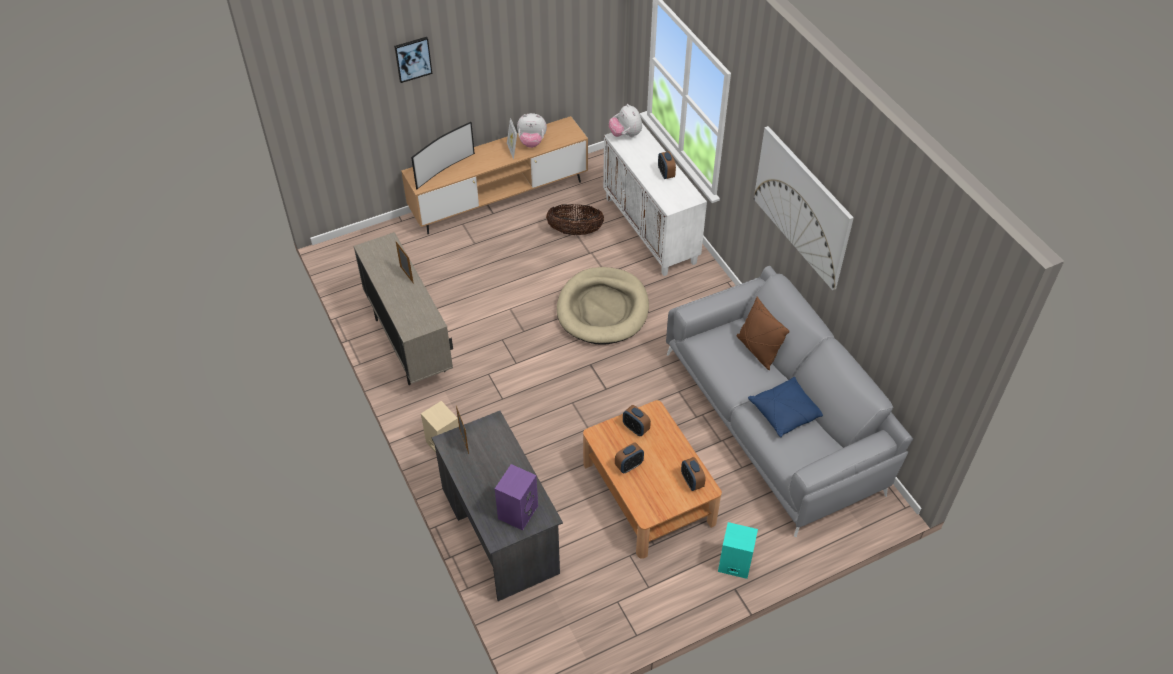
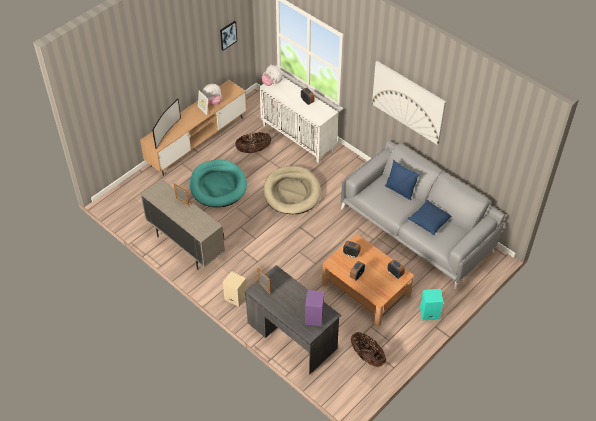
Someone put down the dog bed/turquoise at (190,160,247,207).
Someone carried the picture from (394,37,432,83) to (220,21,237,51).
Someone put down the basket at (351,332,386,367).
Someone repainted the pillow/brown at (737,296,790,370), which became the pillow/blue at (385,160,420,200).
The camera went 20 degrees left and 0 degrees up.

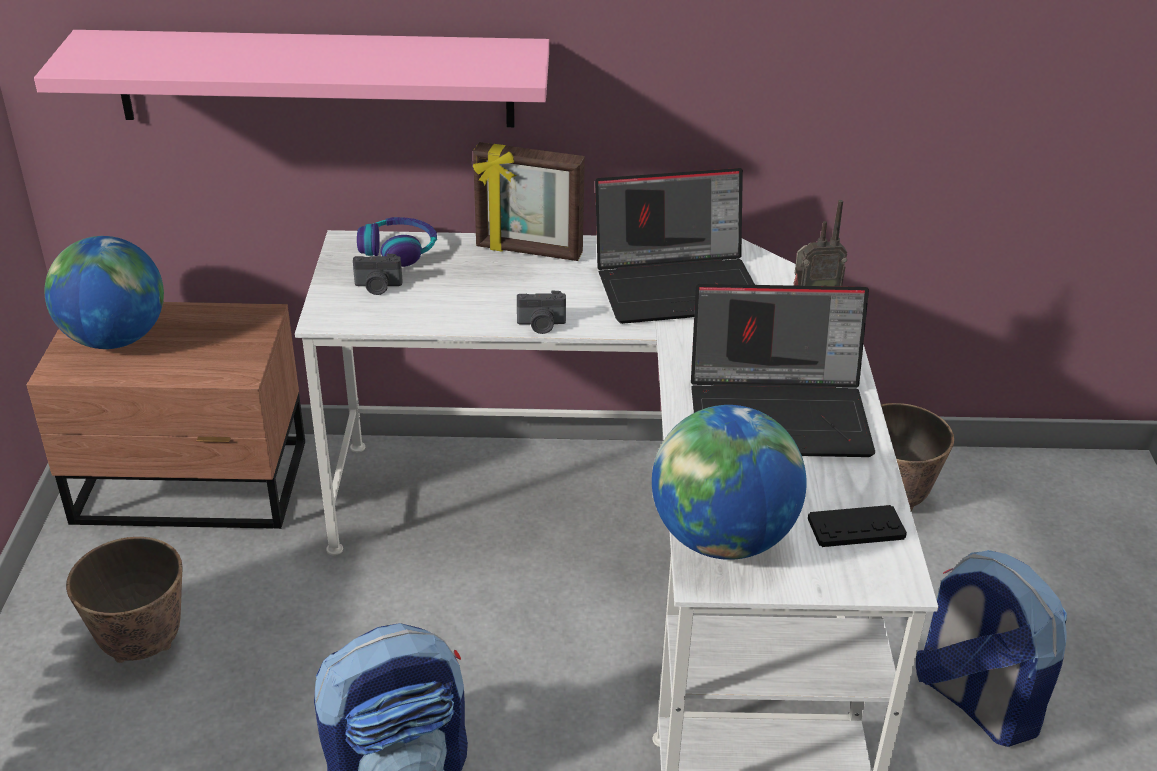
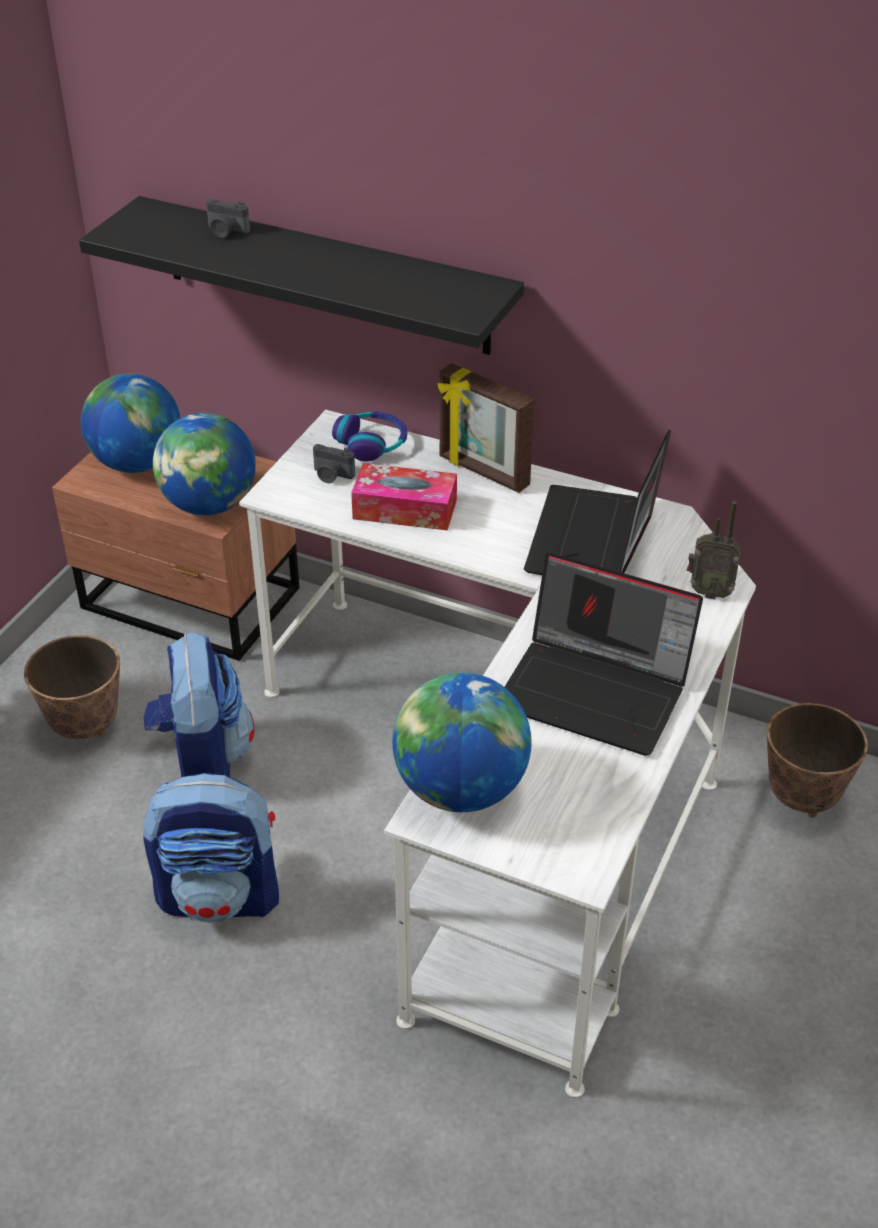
Someone repainted the shelf/pink at (34,30,549,127), which became the shelf/black at (79,196,524,355).
Someone carried the backpack from (916,550,1067,747) to (143,633,254,777).
Someone put down the globe at (153,413,256,515).
Someone carried the photo camera from (517,290,566,334) to (206,199,250,238).
Someone put down the tissue box at (351,463,457,531).
Someone rotated the laptop at (595,168,755,324) by 90 degrees clockwise.
Someone took away the game controller/black at (808,505,907,547).
The camera went 25 degrees right and 5 degrees up.

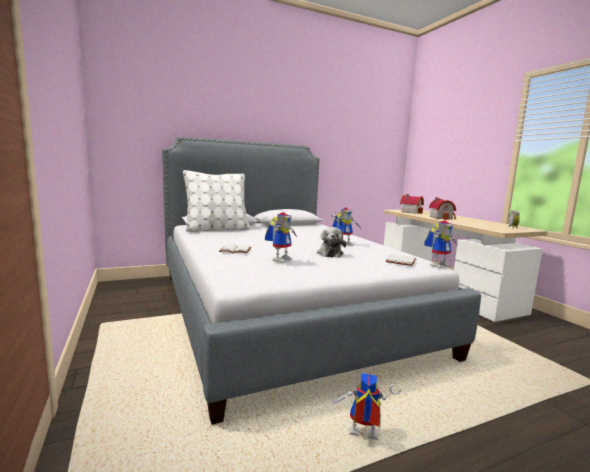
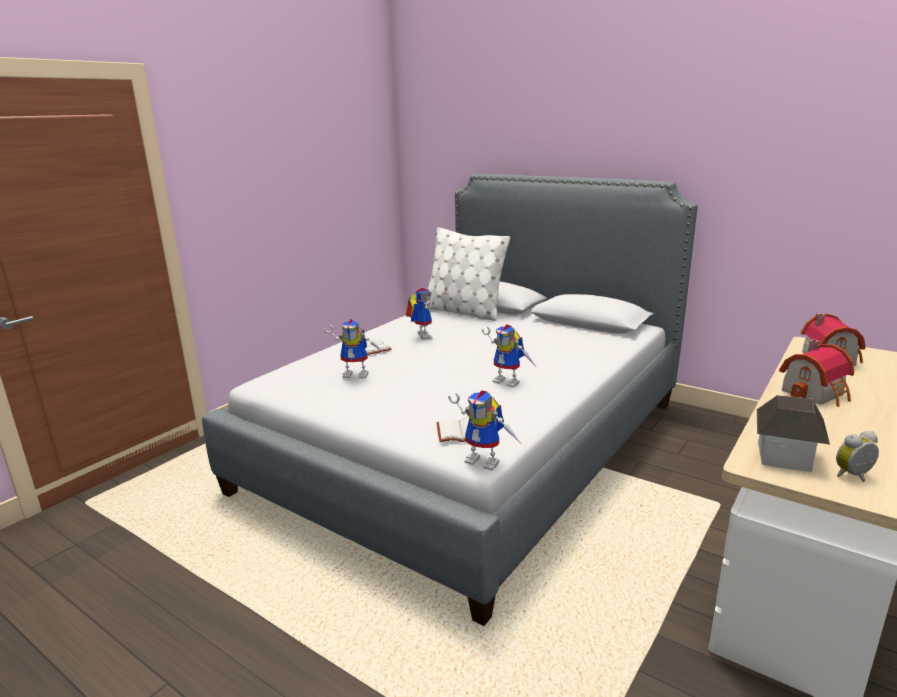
Someone carried the toy robot from (331,373,401,440) to (406,288,433,339).
Someone put down the toy house at (757,395,830,472).
Someone took away the plush toy at (317,227,346,258).
The camera went 60 degrees right and 10 degrees up.

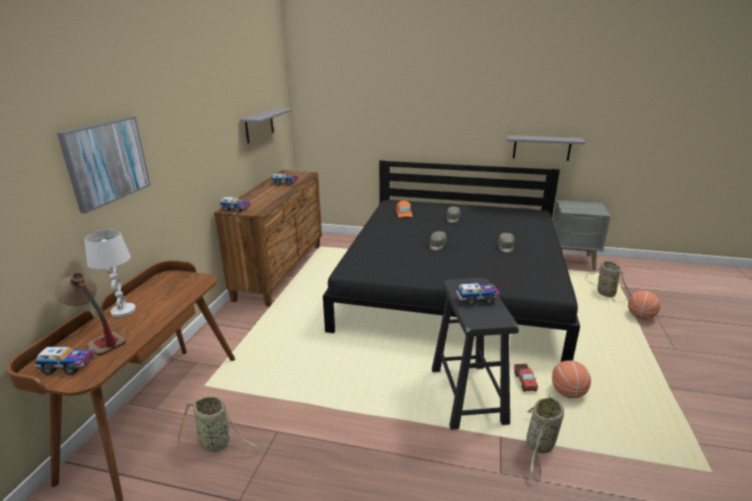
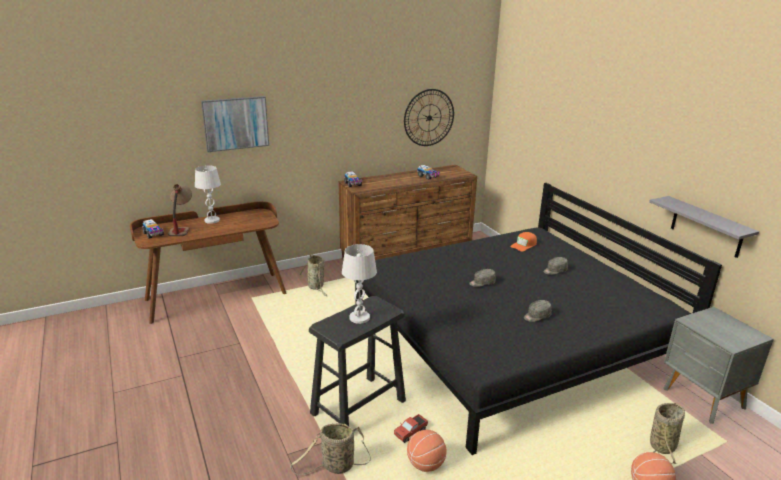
Someone carried the basket from (176,396,259,452) to (300,254,327,296).
Someone swapped the toy truck at (456,283,500,306) for the table lamp/white at (342,244,377,324).
Someone swapped the shelf/grey at (240,108,292,144) for the wall clock at (404,89,454,146).
The camera went 50 degrees right and 0 degrees up.

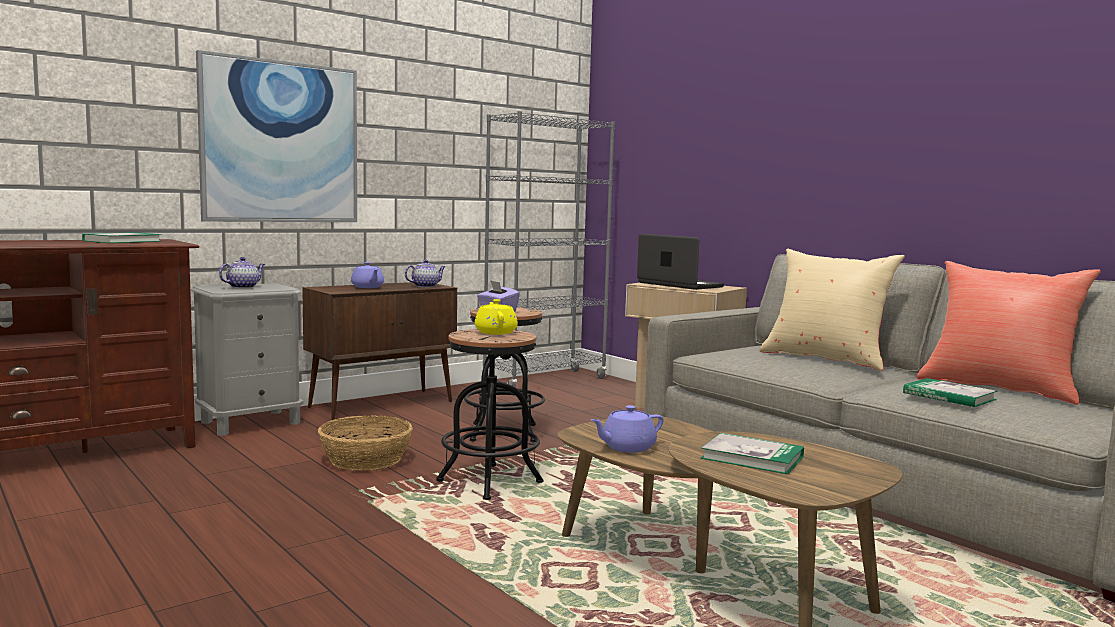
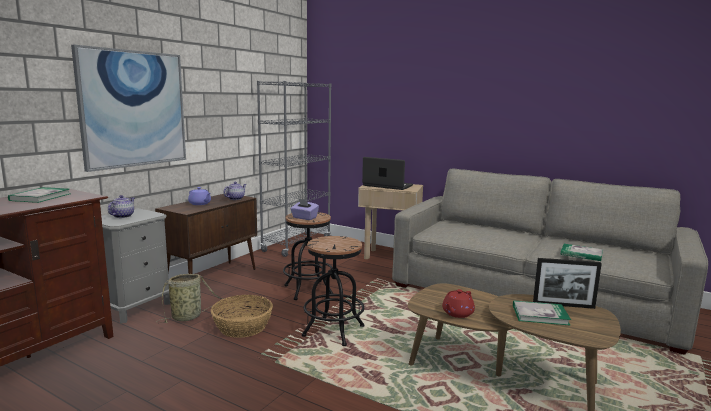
Someone put down the basket at (156,274,224,323).
Someone repainted the teapot/purple at (591,405,663,453), which became the teapot/red at (442,289,475,318).
Someone put down the picture frame at (533,258,602,309).
Someone took away the teapot/yellow at (475,299,518,335).
Someone took away the pillow/beige at (759,249,905,371).
Someone took away the pillow/red at (916,261,1101,405).
The camera went 20 degrees left and 5 degrees up.

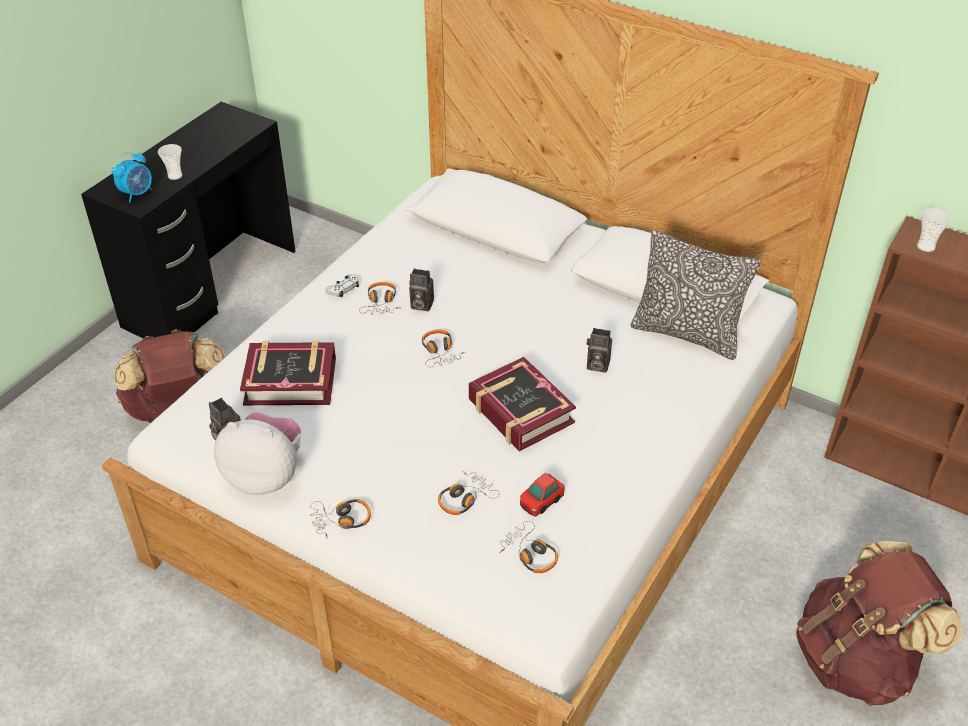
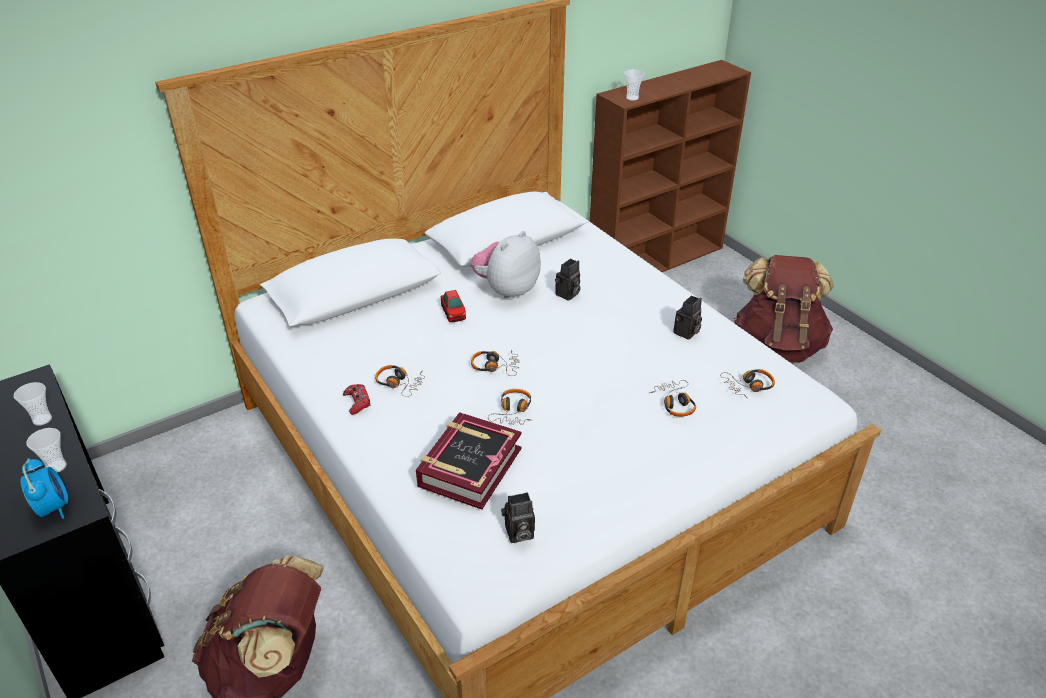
Someone put down the cup at (14,382,52,426).
Someone repainted the game controller/white at (325,274,359,297), which became the game controller/red at (343,384,371,415).
Someone carried the toy car from (520,473,565,517) to (441,290,466,322).
Someone carried the plush toy from (214,412,301,495) to (470,231,541,300).
Someone carried the headphones from (310,499,371,538) to (488,389,531,425).
Someone carried the photo camera from (409,269,434,311) to (673,295,702,340).
Someone took away the book at (469,357,576,451).
Someone took away the pillow at (630,230,761,360).
The camera went 65 degrees left and 5 degrees down.

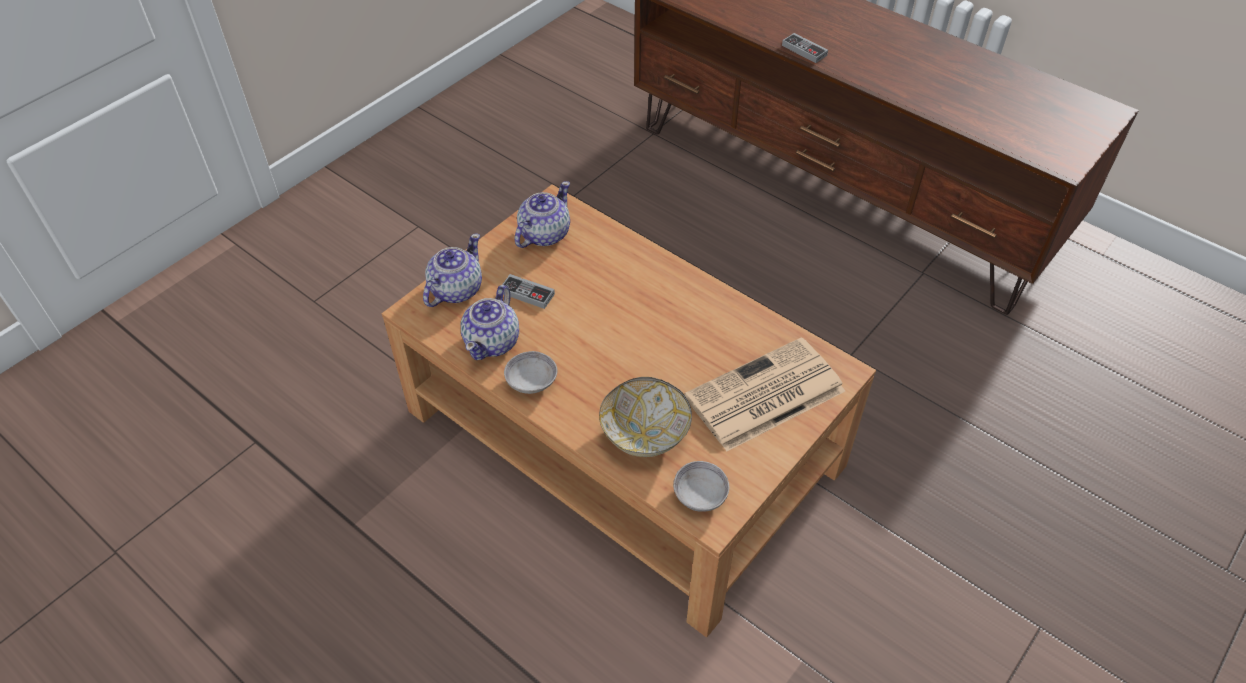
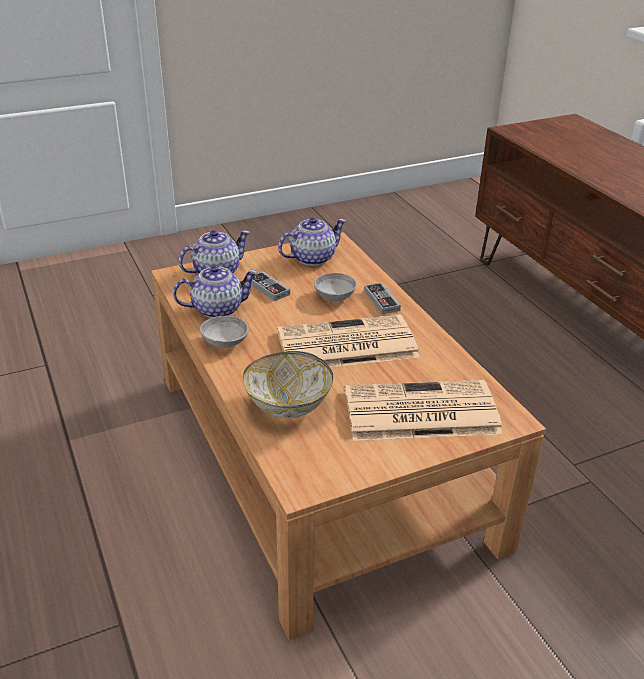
Someone rotated the teapot at (461,285,519,360) by 150 degrees counterclockwise.
Someone put down the newspaper at (277,314,419,367).
Someone carried the bowl/grey from (673,461,730,512) to (314,273,357,301).
Someone carried the game controller from (782,33,828,63) to (364,282,401,314).
The camera went 25 degrees right and 15 degrees down.

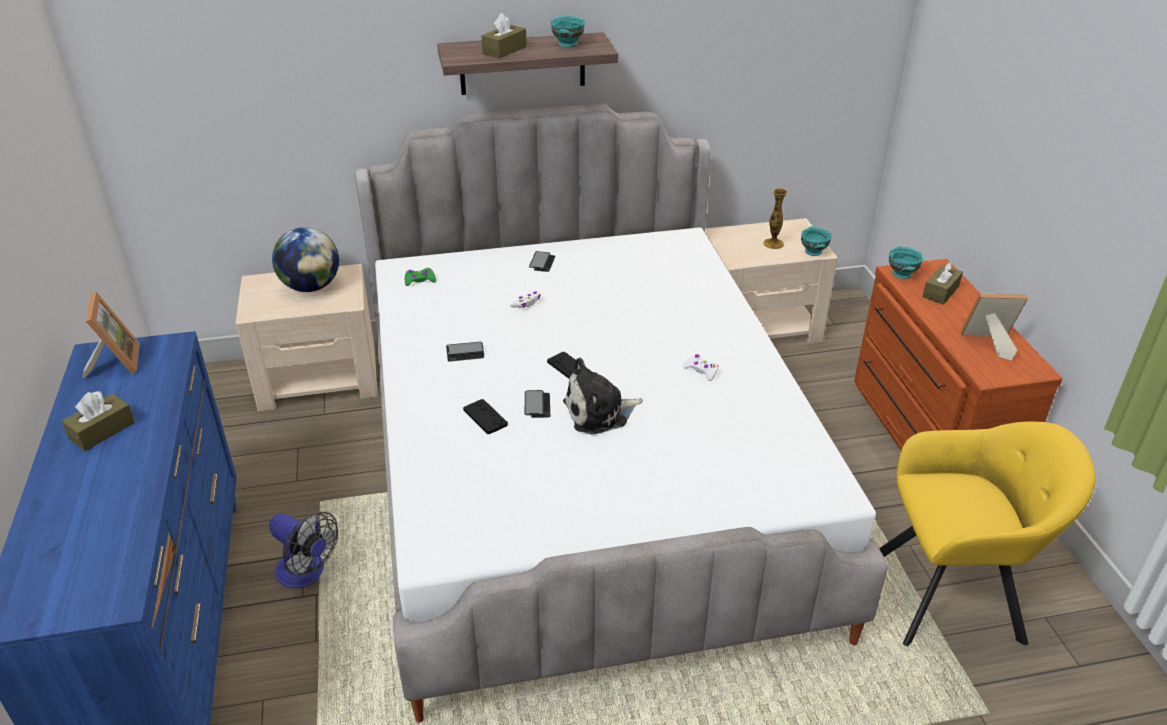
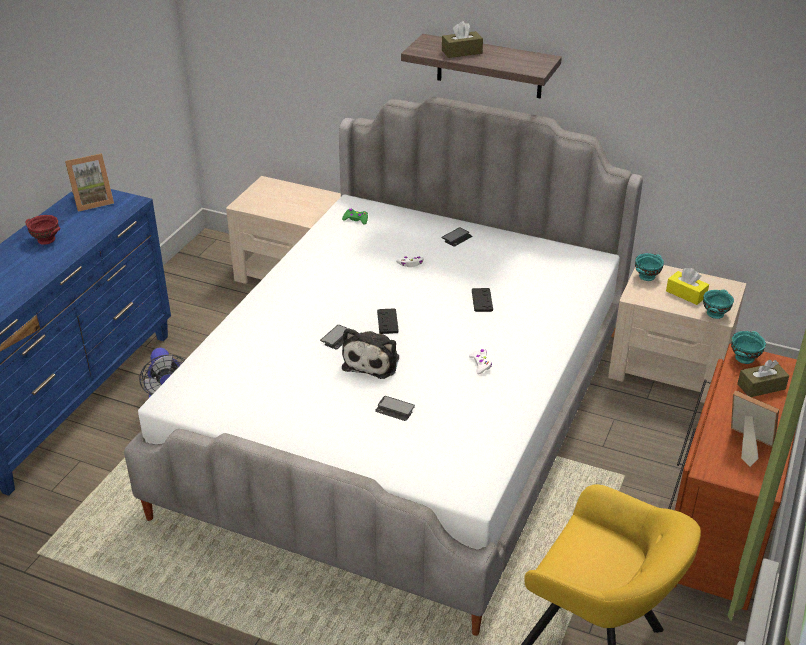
Someone swapped the tissue box/brown at (62,391,135,451) for the bowl/red at (25,215,60,245).
Someone rotated the picture frame at (83,291,140,378) by 45 degrees clockwise.
Someone rotated the plush toy at (563,358,643,435) by 90 degrees counterclockwise.
Someone carried the phone from (446,342,484,362) to (375,396,415,421).
Someone carried the game controller/black from (463,399,508,434) to (472,288,493,312).
Someone carried the bowl/turquoise from (551,16,585,47) to (635,253,664,281).
Someone swapped the vase at (764,188,787,249) for the tissue box/yellow at (666,268,709,305).
Someone took away the globe at (272,227,339,292).
The camera went 35 degrees right and 0 degrees up.

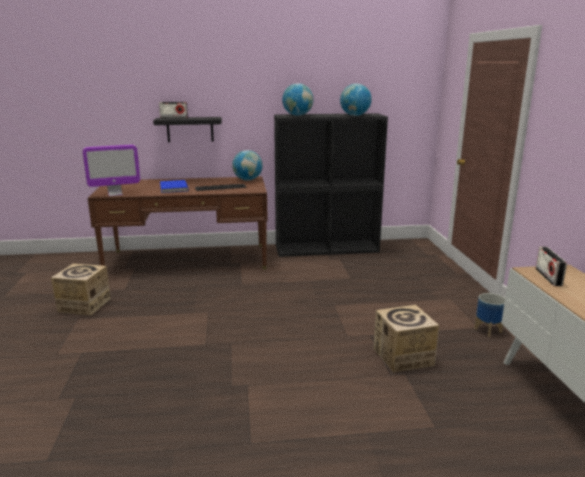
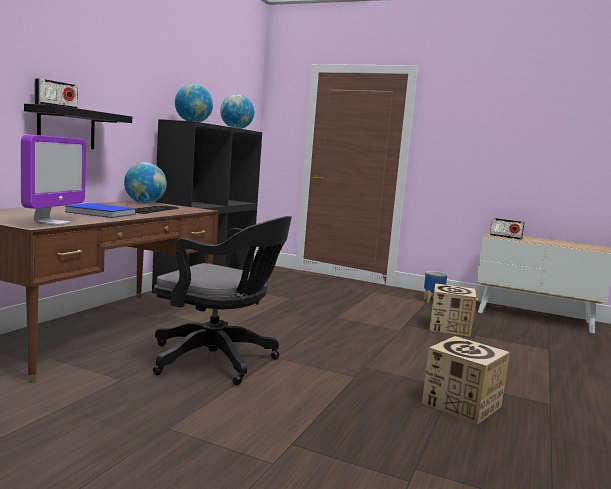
Someone put down the office chair/black at (153,216,292,385).
Someone carried the cardboard box from (51,264,111,315) to (422,336,510,424).
The camera went 60 degrees left and 10 degrees down.

